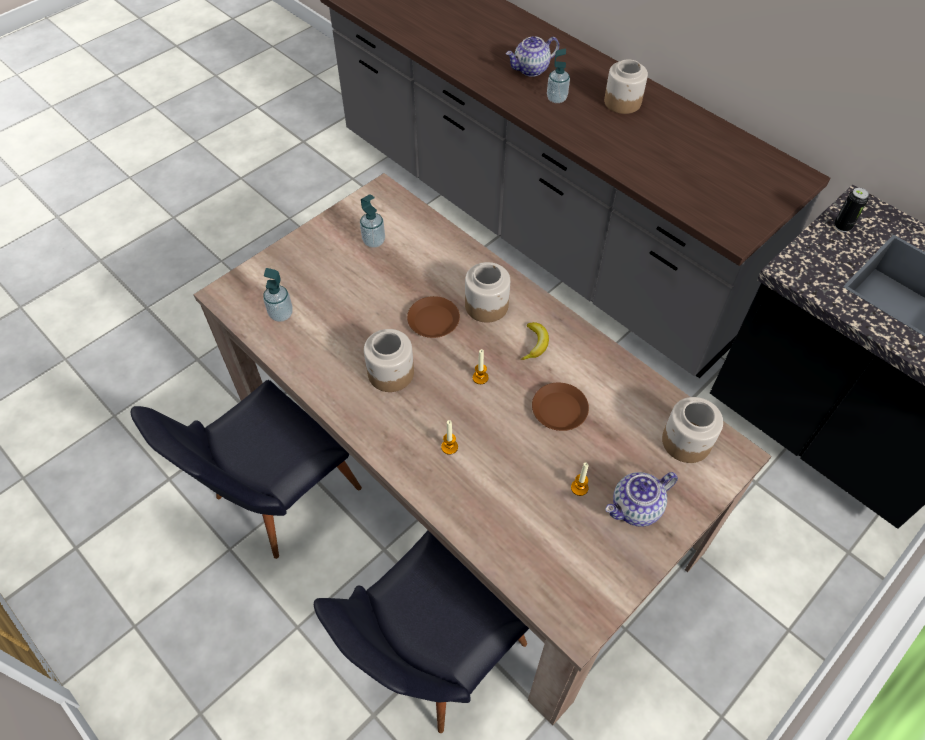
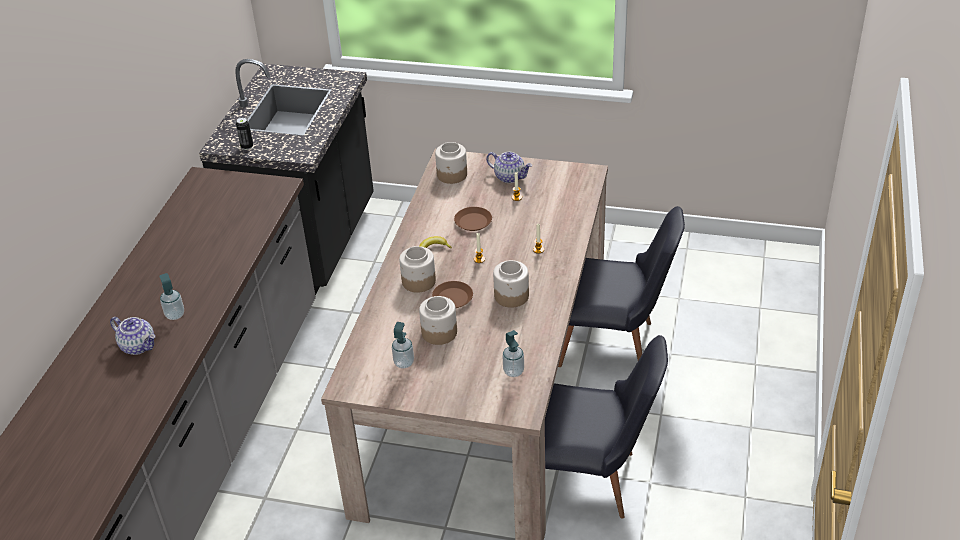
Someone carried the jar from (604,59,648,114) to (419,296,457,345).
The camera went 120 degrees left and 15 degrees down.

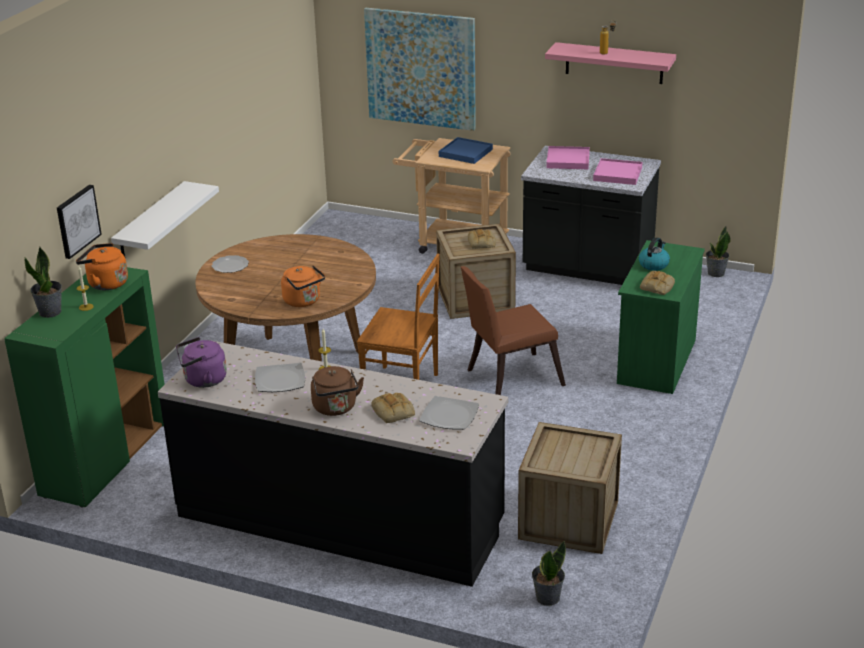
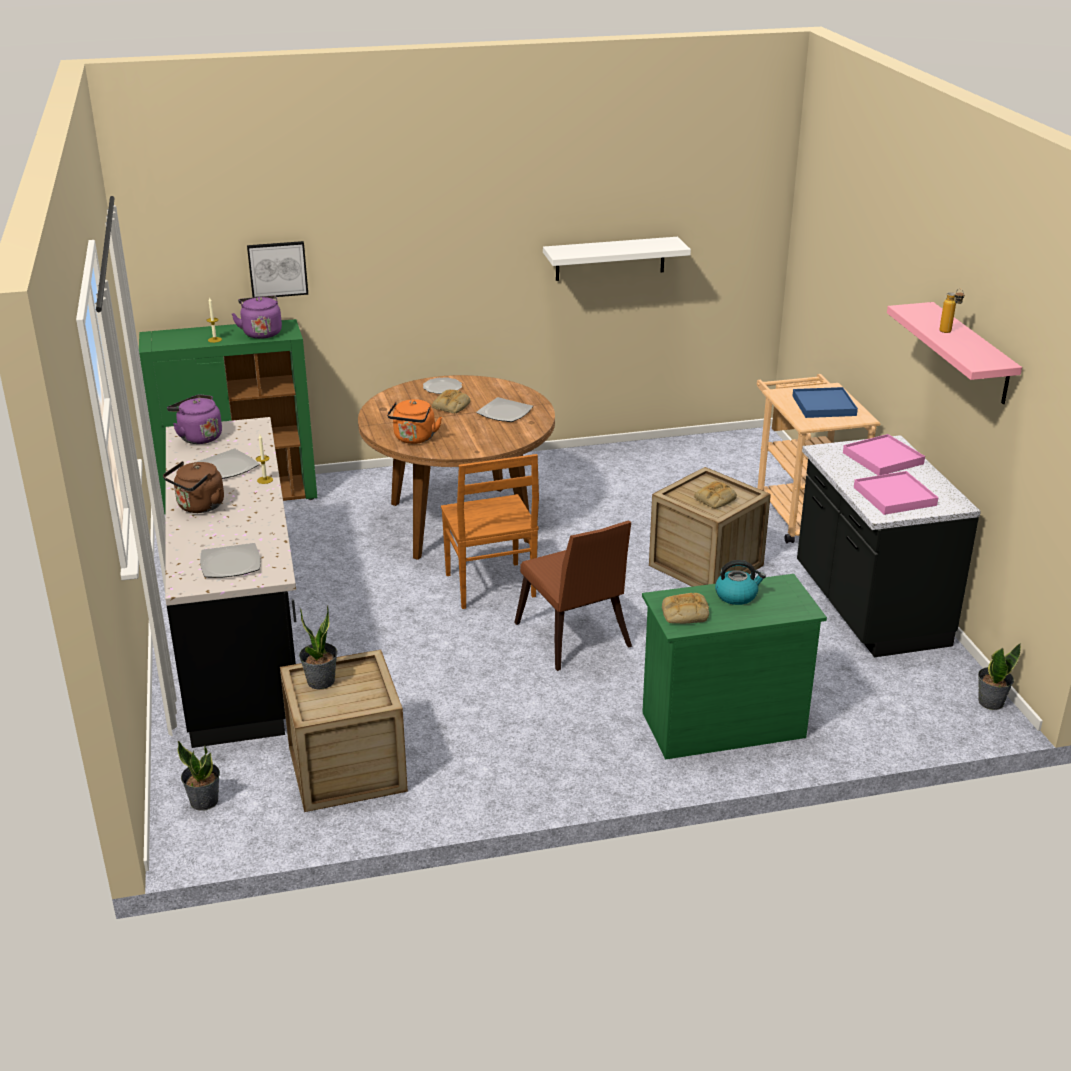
Someone repainted the kettle/orange at (76,243,128,290), which became the kettle/purple at (232,295,282,339).
Someone carried the potted plant from (24,247,62,318) to (299,605,338,690).
Someone carried the bread from (371,393,415,423) to (432,389,470,413).
Someone put down the plate at (476,397,533,422).
Someone rotated the chair/brown at (461,266,566,395) by 150 degrees counterclockwise.
Someone carried the shelf/white from (111,181,219,256) to (543,237,691,281).
Someone took away the picture at (364,8,476,131).
The camera went 55 degrees right and 0 degrees up.

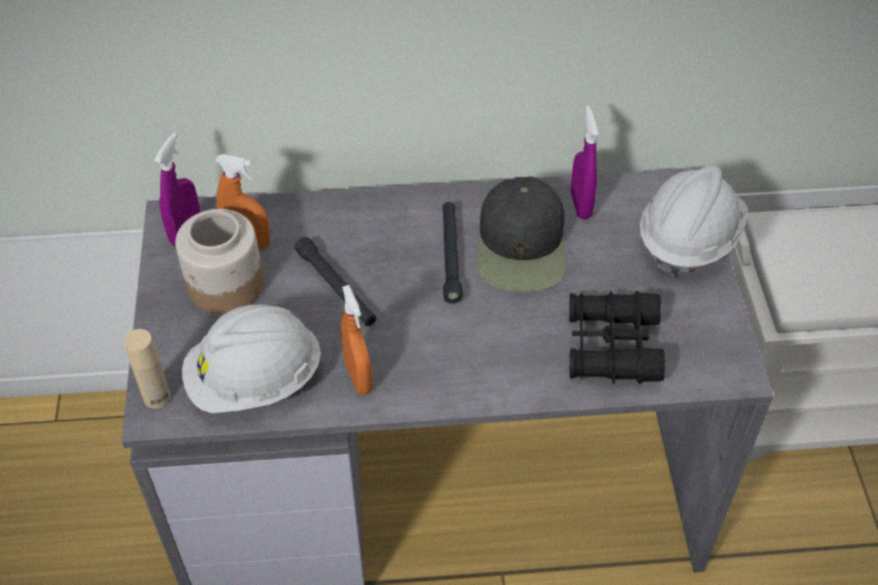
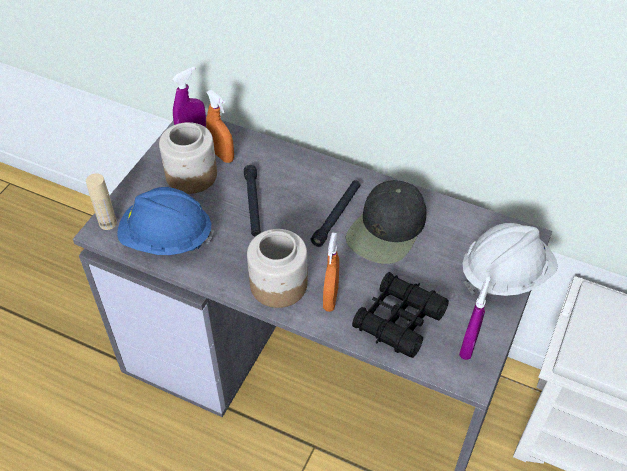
Someone repainted the hard hat/white at (182,304,322,413), which became the hard hat/blue at (117,187,214,255).
Someone put down the jar at (247,229,308,308).
Someone carried the spray bottle/orange from (341,285,373,395) to (323,233,339,312).
Someone carried the spray bottle/purple from (571,106,599,219) to (459,276,491,360).
The camera went 30 degrees right and 0 degrees up.

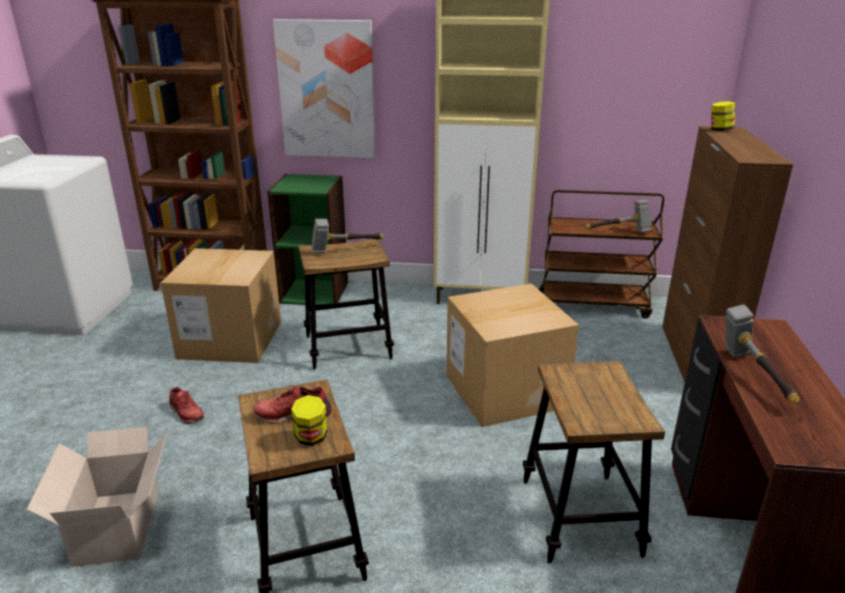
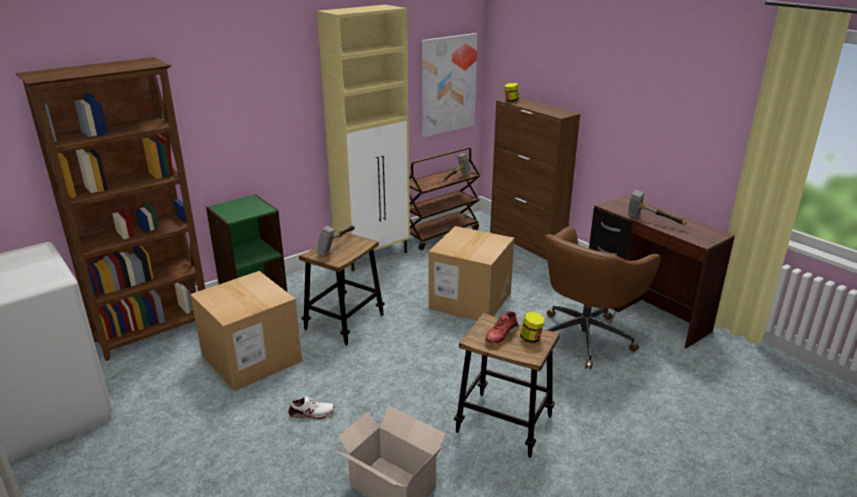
Someone repainted the shoe/red at (169,387,204,424), which became the shoe/white at (289,396,334,419).
Someone carried the picture from (273,19,376,158) to (422,33,478,137).
Someone swapped the stool at (523,361,665,564) for the office chair/brown at (545,227,661,370).
The camera went 45 degrees left and 0 degrees up.

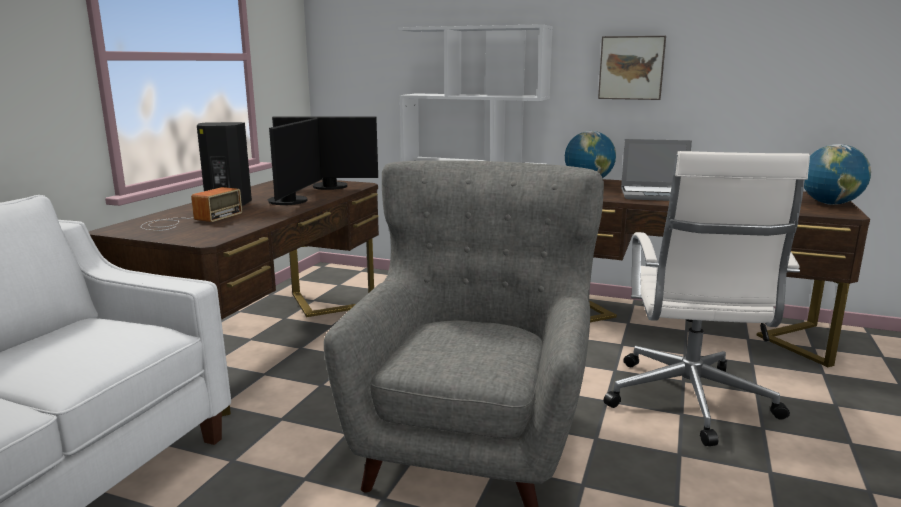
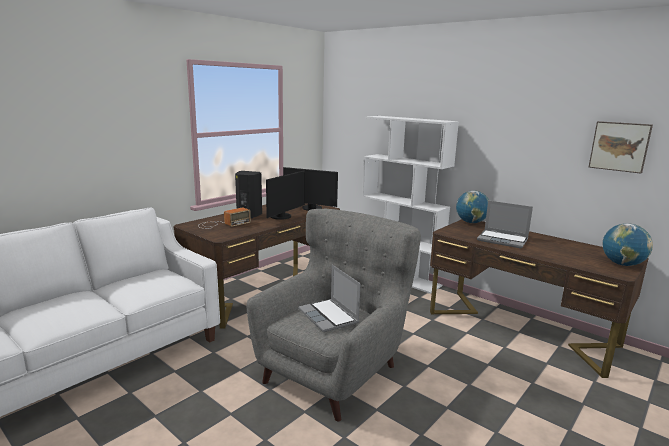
Someone put down the laptop at (298,265,361,332).
Someone carried the picture from (598,36,666,100) to (589,121,653,174).
Someone took away the office chair/white at (604,151,810,446).
The camera went 20 degrees right and 0 degrees up.

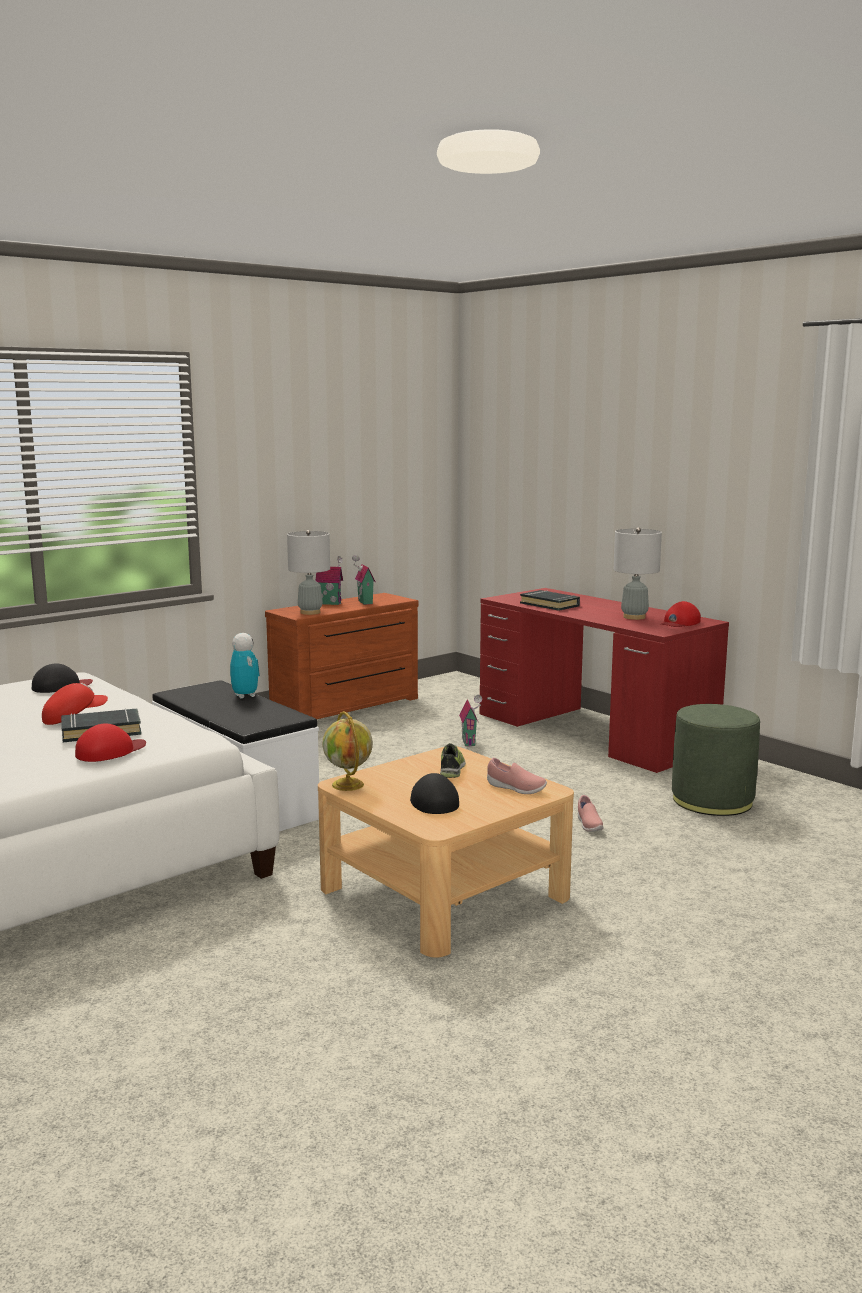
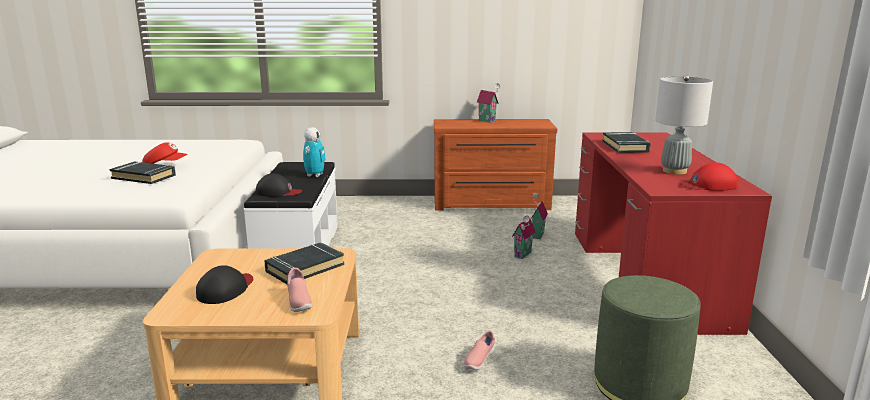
Someone carried the cap/black from (32,663,93,693) to (256,173,302,197).
Someone swapped the shoe at (440,743,466,778) for the book/black at (264,242,345,284).
Someone carried the toy house from (352,555,375,605) to (531,193,548,239).
Someone took away the cap/red at (75,724,146,762).
Someone took away the table lamp/grey at (287,530,330,615).
Someone took away the globe at (323,711,373,791).
The camera went 40 degrees right and 5 degrees up.

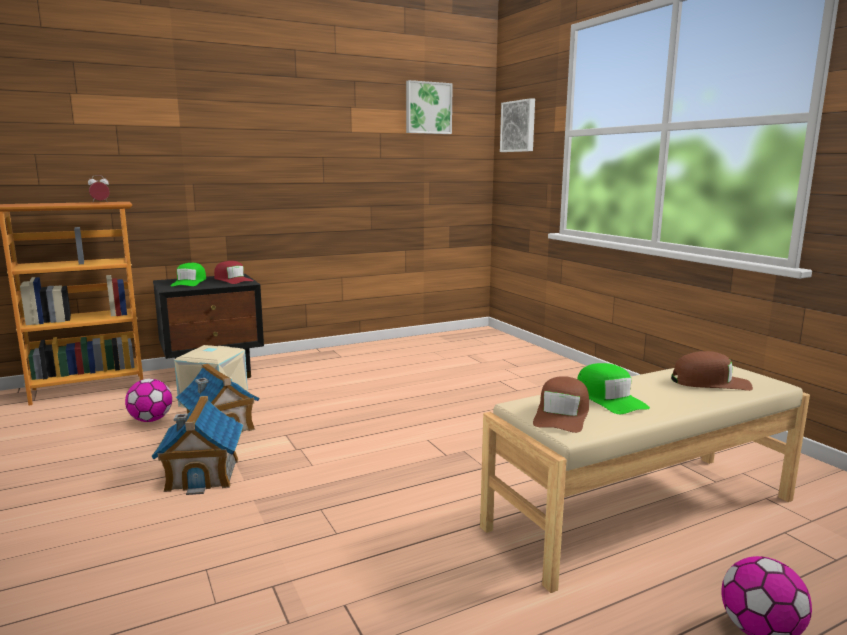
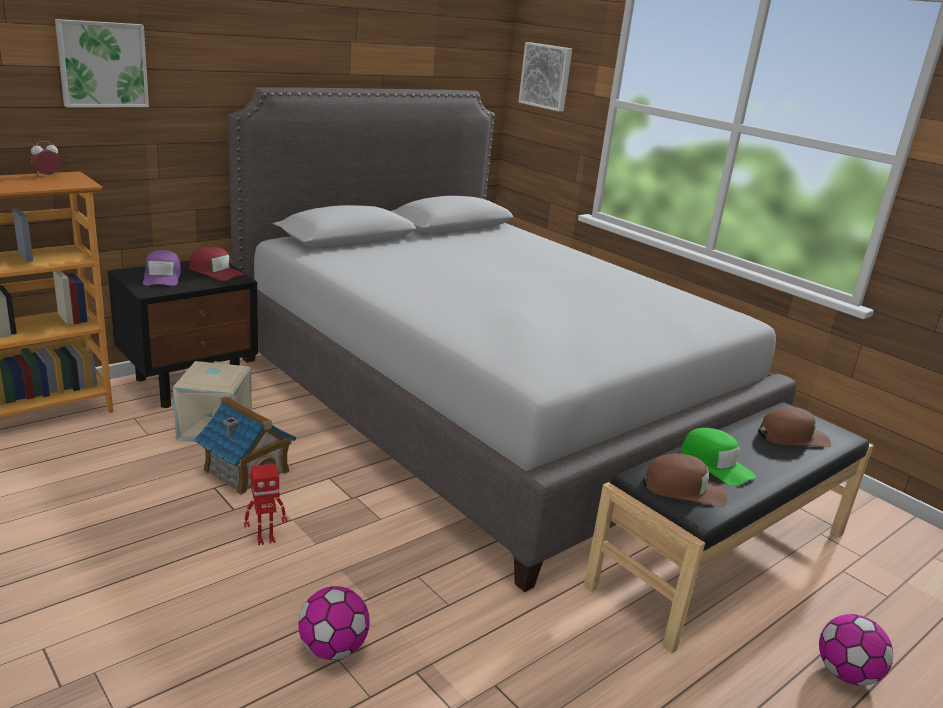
Someone carried the picture from (406,80,453,134) to (55,19,149,107).
Someone repainted the cap/green at (171,263,206,286), which became the cap/purple at (143,250,181,286).
Someone put down the bed/grey at (228,87,796,592).
Someone swapped the toy house at (151,396,243,495) for the toy robot at (244,464,288,545).
Someone carried the football from (125,379,172,422) to (298,586,370,660).
Someone repainted the bench/beige at (480,366,810,593), which became the bench/black at (584,402,874,654).
Someone rotated the cap/brown at (533,376,589,433) by 90 degrees counterclockwise.
The camera went 15 degrees left and 10 degrees up.

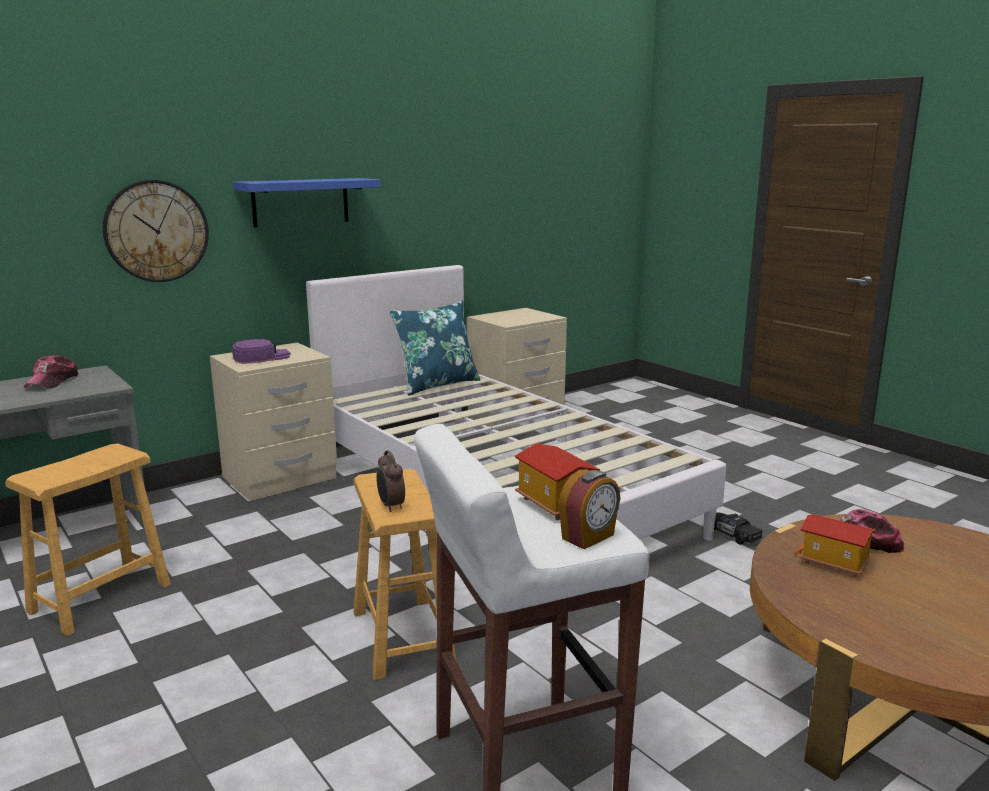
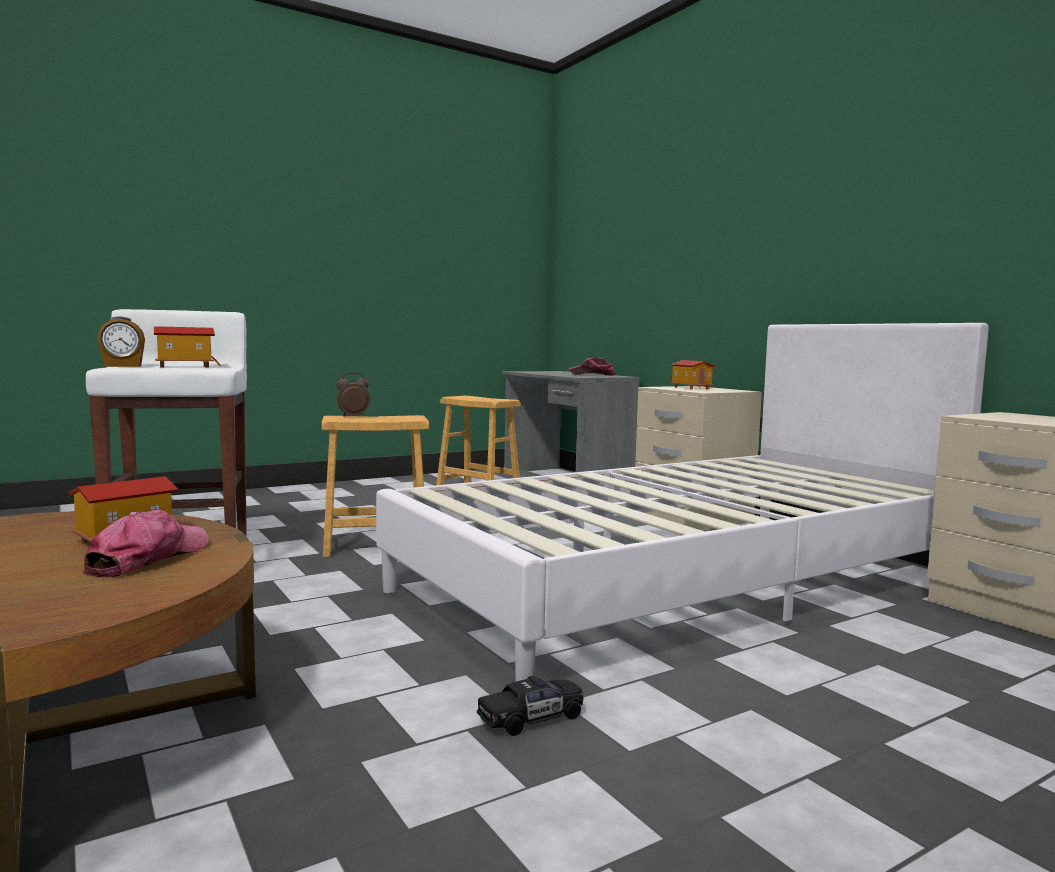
Someone rotated the alarm clock at (558,469,621,549) by 75 degrees counterclockwise.
Someone swapped the cap/purple at (232,339,291,364) for the toy house at (670,360,715,389).
Someone took away the wall clock at (103,180,209,282).
Someone took away the shelf/blue at (233,178,380,228).
Someone took away the pillow/blue at (389,300,481,396).
The camera went 95 degrees right and 10 degrees down.

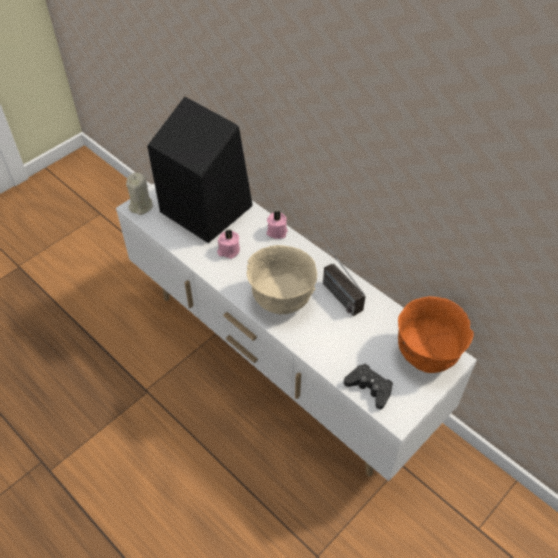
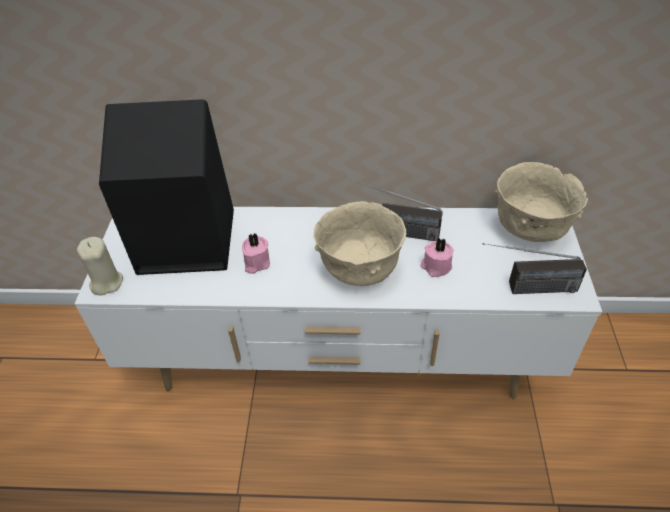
Someone carried the candle/pink from (267,211,288,239) to (420,238,454,277).
Someone swapped the game controller/black at (344,364,393,409) for the radio at (483,243,587,294).
Someone repainted the bowl/orange at (398,296,474,373), which became the bowl/beige at (495,162,588,242).
The camera went 40 degrees left and 5 degrees down.

